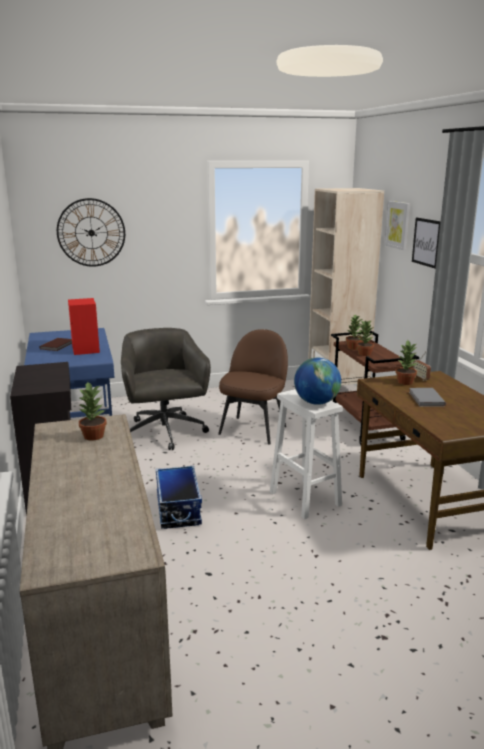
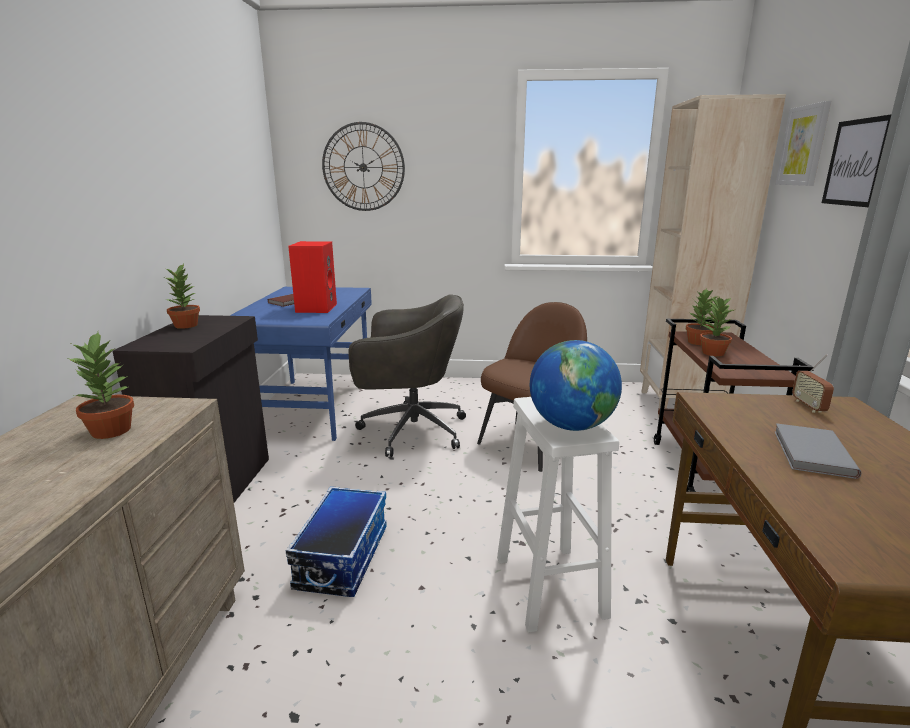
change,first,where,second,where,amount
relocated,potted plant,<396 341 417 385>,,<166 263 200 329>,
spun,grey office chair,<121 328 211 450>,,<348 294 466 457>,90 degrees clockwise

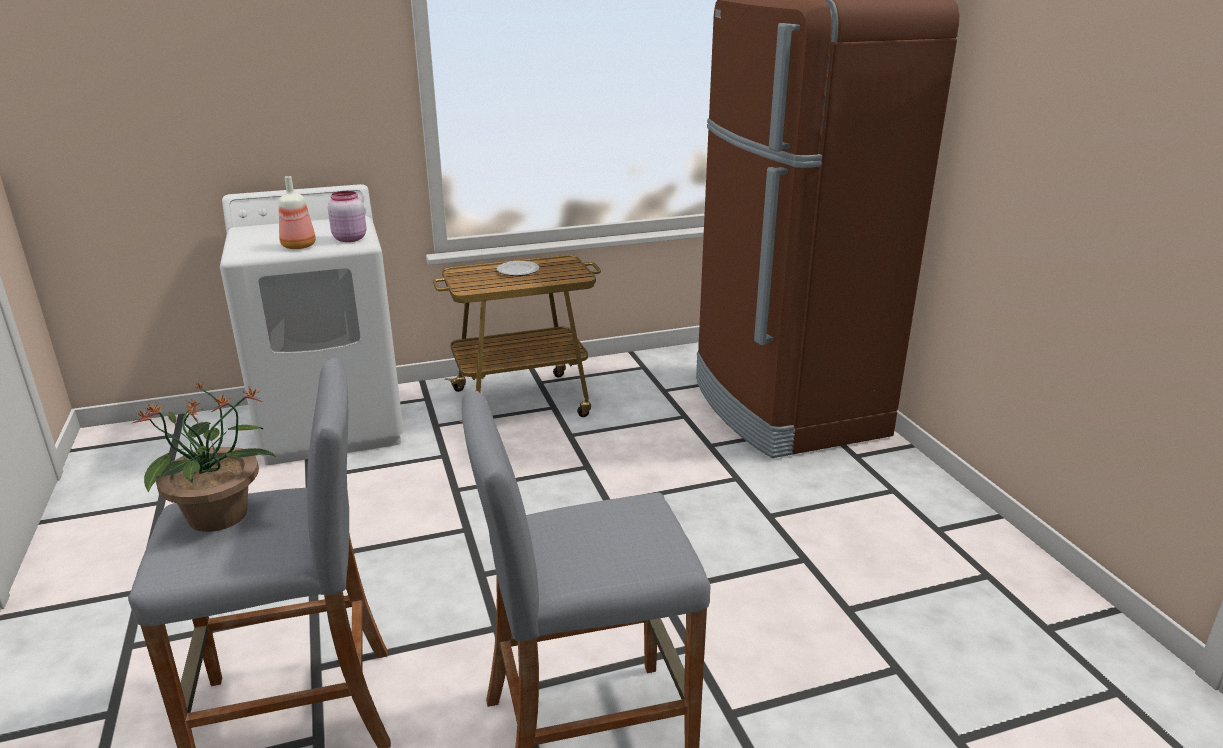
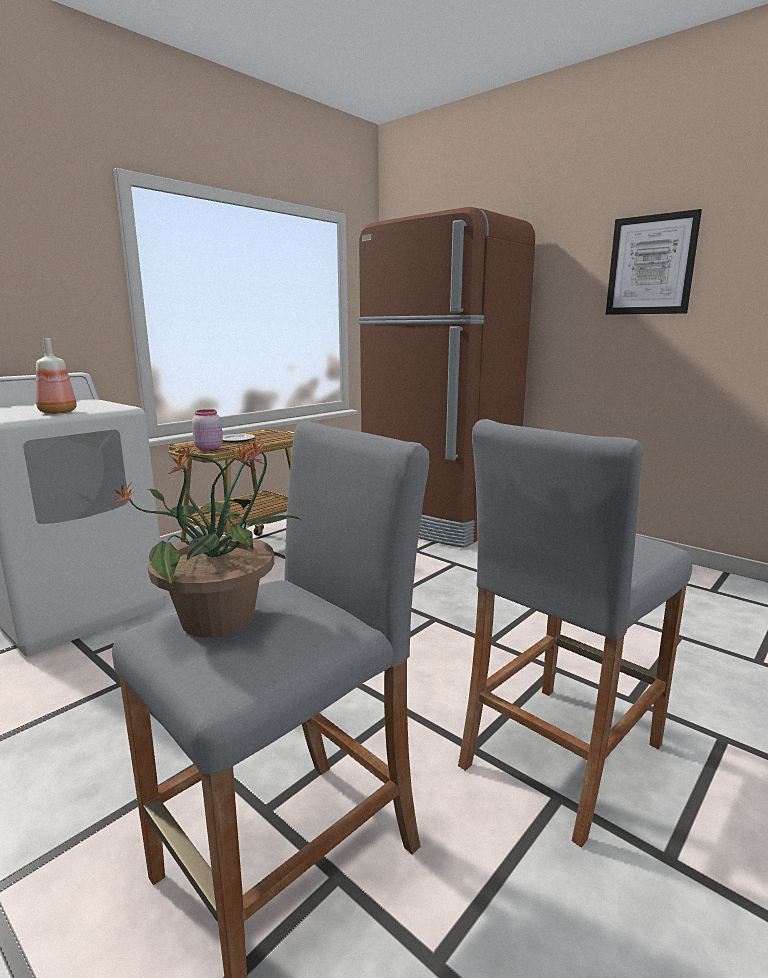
change,first,where,second,where,amount
relocated,pink jar,<328 191 366 242>,,<192 409 223 450>,
appeared,,,picture,<606 209 702 315>,

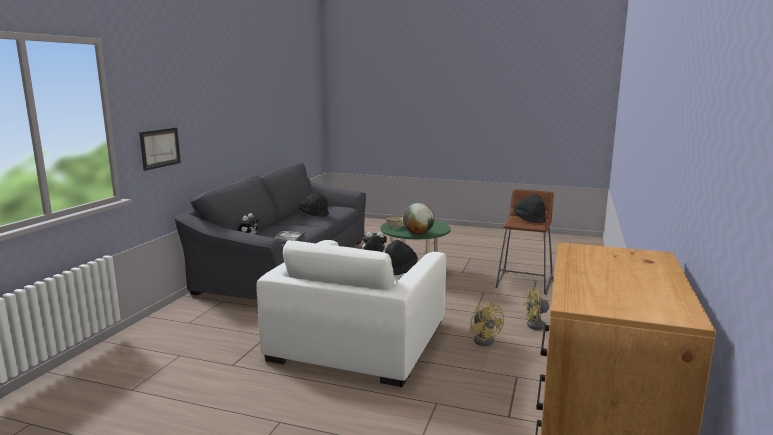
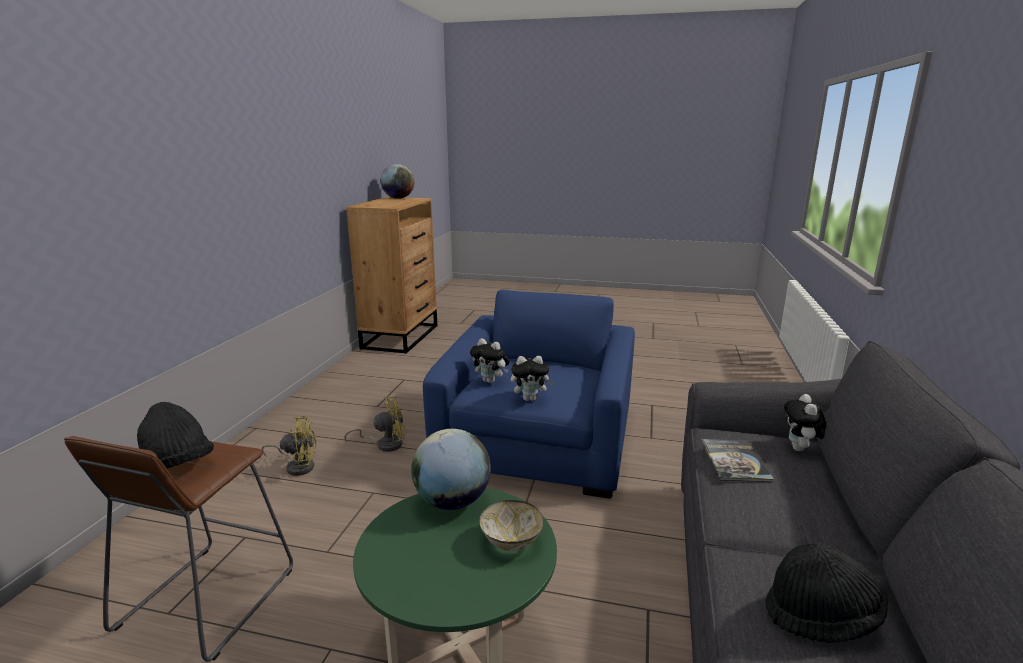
change,first,where,second,where,amount
spun,yellow fan,<470 301 504 346>,,<344 396 407 452>,90 degrees clockwise
appeared,,,globe,<380 164 414 199>,
colour,white armchair,<257 240 446 387>,blue armchair,<423 290 635 499>,
exchanged,black hat,<384 240 418 276>,plush toy,<470 338 510 383>,
missing,picture,<139 127 181 171>,,,

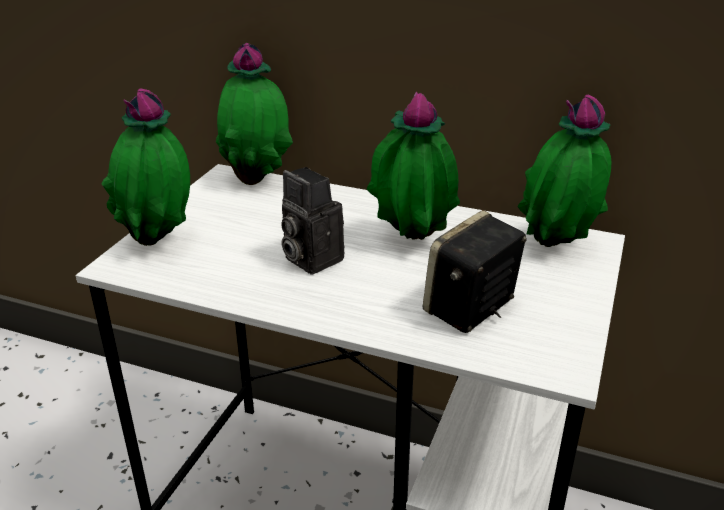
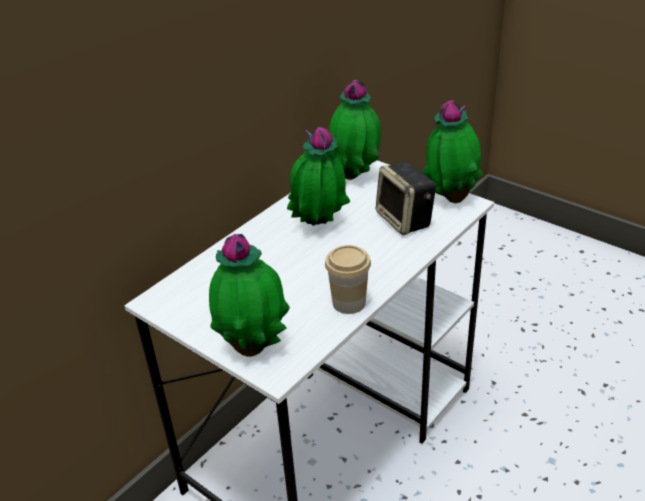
change,first,where,second,where,amount
appeared,,,cup,<325 245 371 314>,
relocated,potted plant,<216 43 293 185>,,<422 100 483 203>,
missing,photo camera,<281 167 345 274>,,,

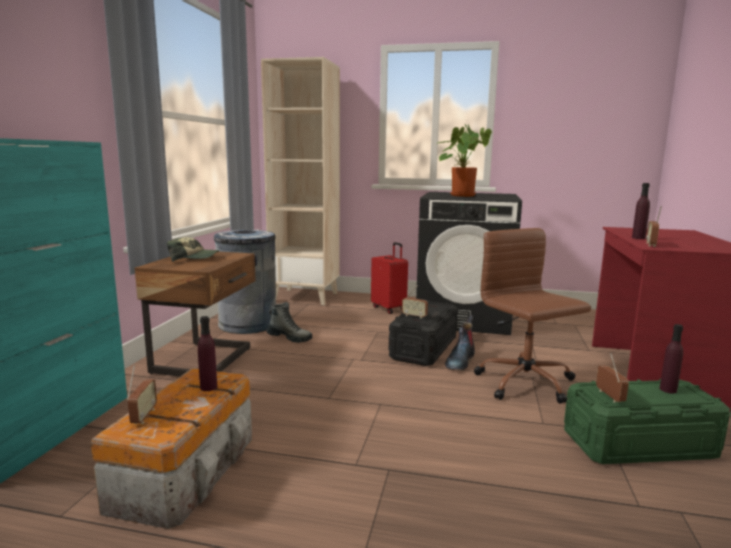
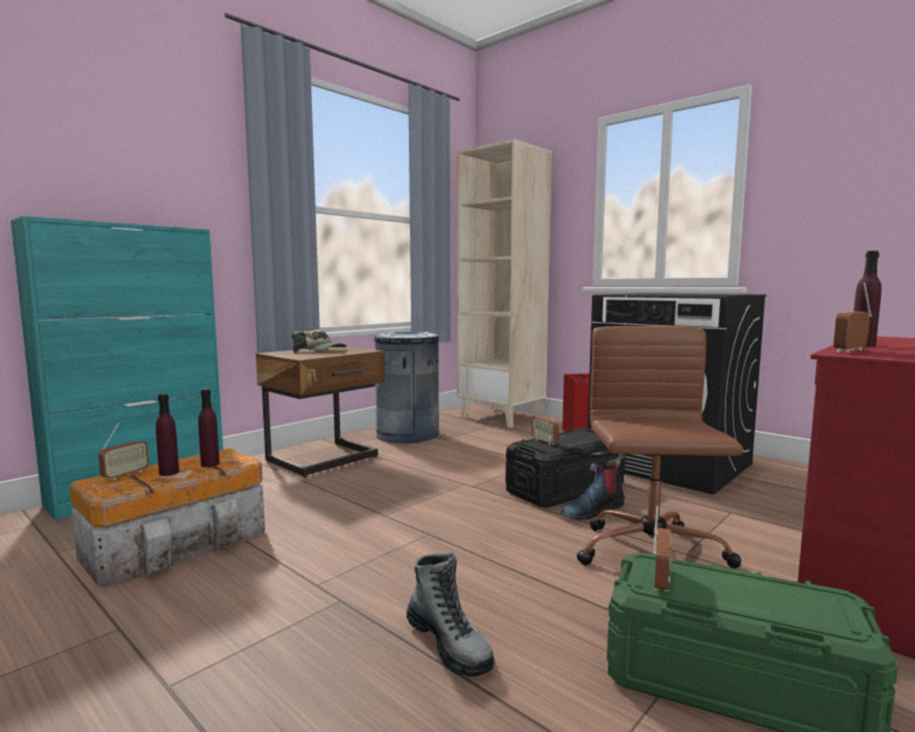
change,first,where,second,where,amount
relocated,purple bottle,<659 324 683 394>,,<156 394 179 476>,
relocated,boot,<266 302 312 343>,,<406 552 494 677>,
missing,potted plant,<435 124 492 197>,,,

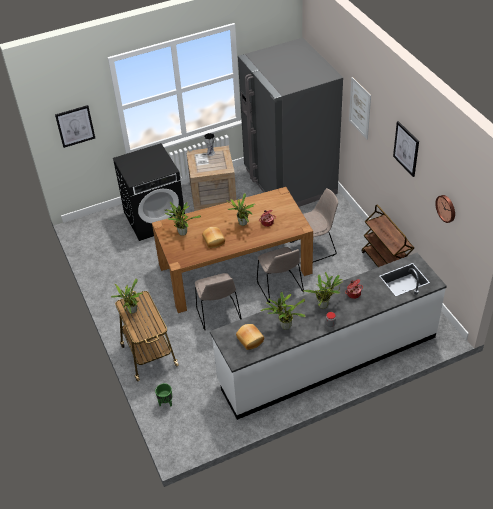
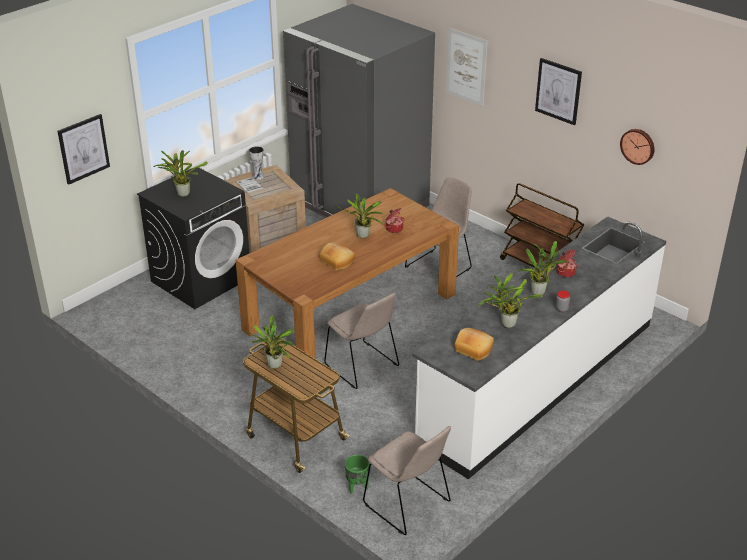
change,first,where,second,where,amount
relocated,potted plant,<164 202 201 236>,,<153 150 207 197>,
relocated,beige chair,<257 247 304 303>,,<363 426 451 535>,

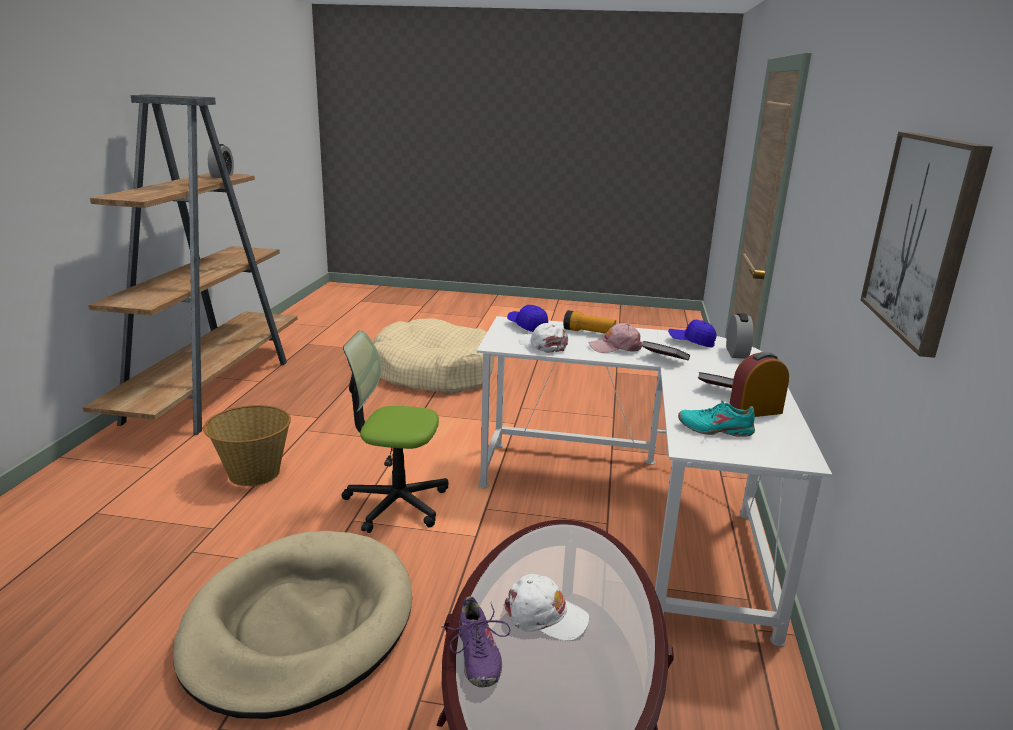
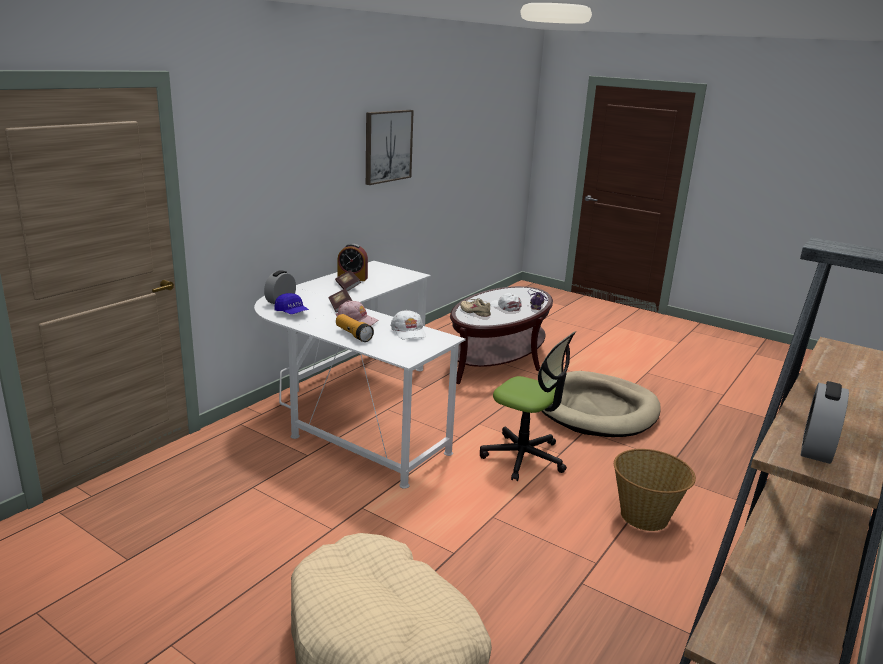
change,first,where,second,where,amount
appeared,,,beige shoe,<460 298 491 317>,
missing,blue cap,<507 305 548 332>,,,
missing,turquoise shoe,<678 401 755 437>,,,

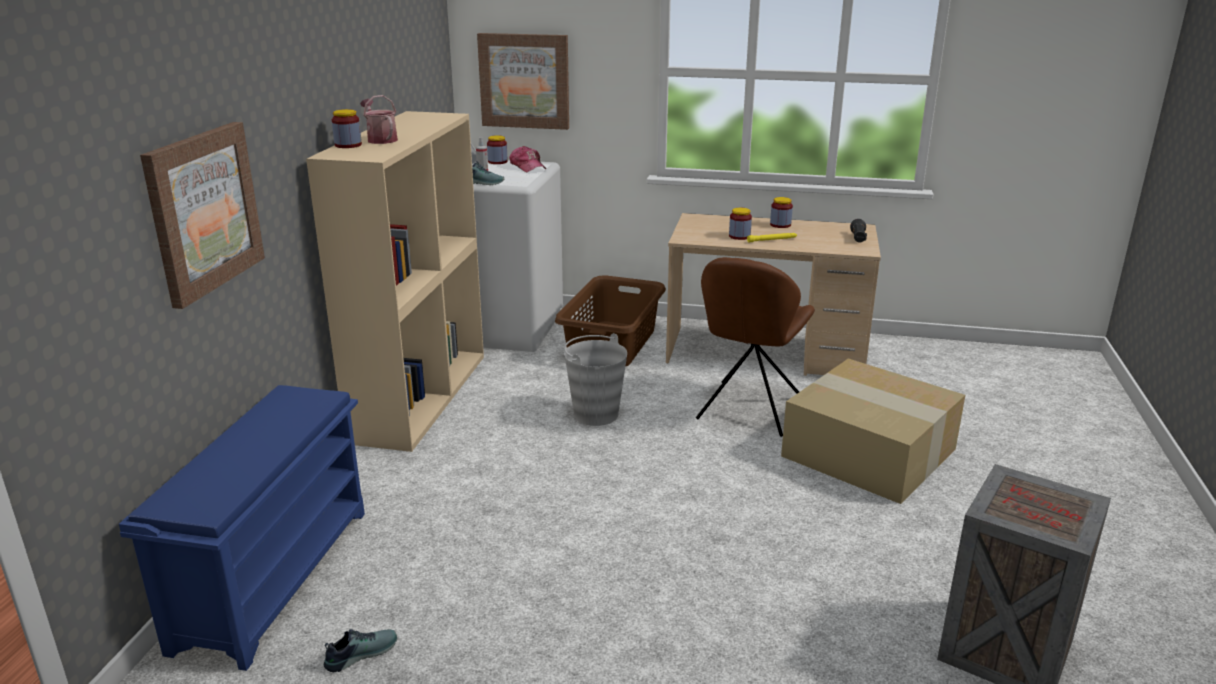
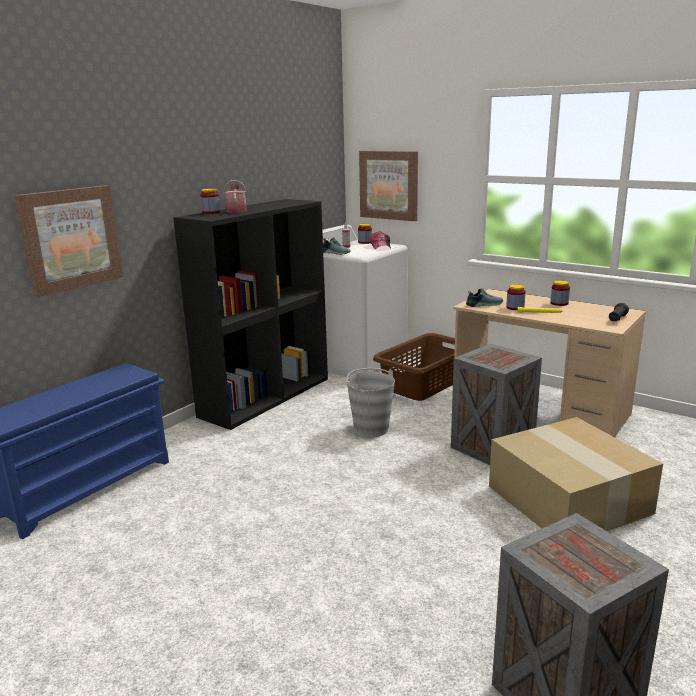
change,first,where,second,where,amount
colour,beige bookcase,<306 111 484 452>,black bookcase,<173 199 328 430>,
exchanged,brown chair,<696 257 815 437>,crate,<451 344 542 465>,
relocated,shoe,<324 629 397 672>,,<466 288 503 307>,

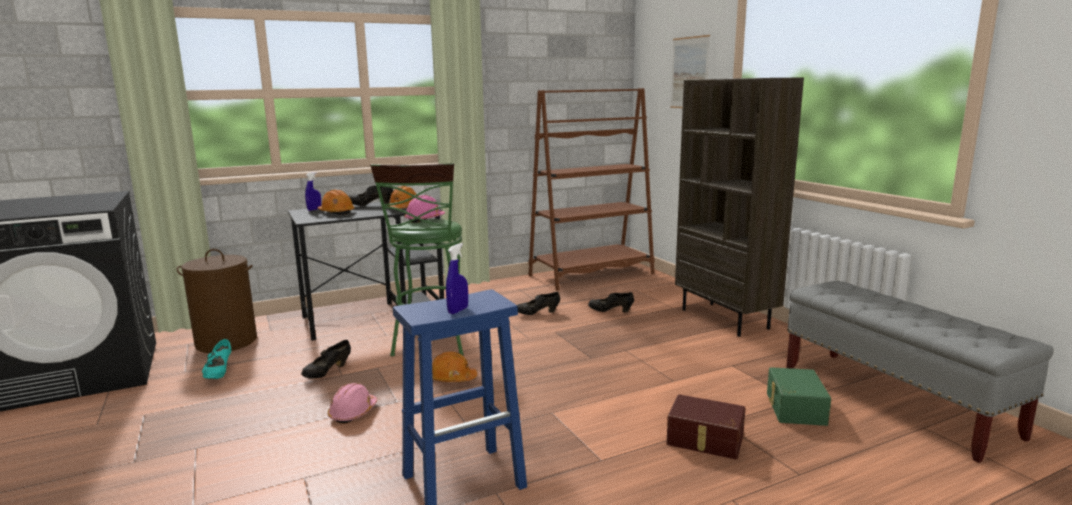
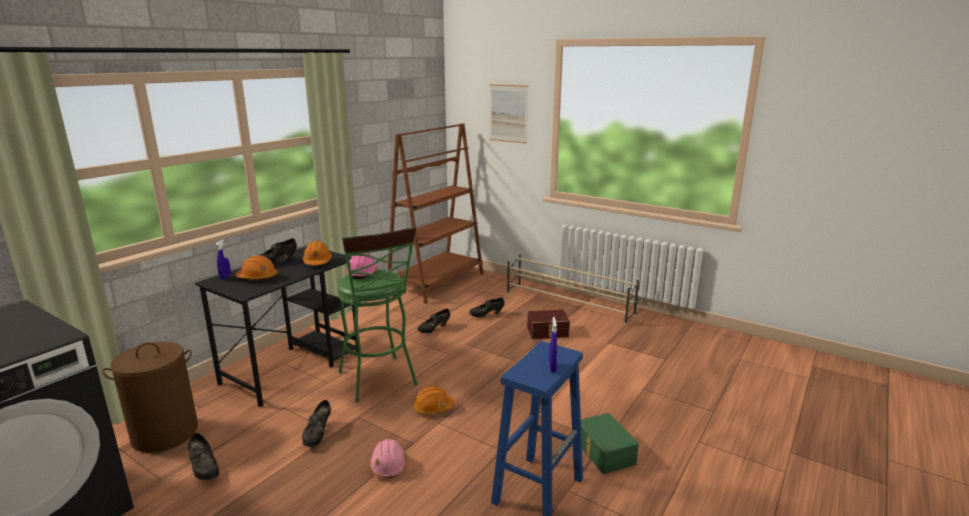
change,first,where,second,where,amount
colour,turquoise shoe,<202 339 231 379>,black shoe,<188 433 219 480>,
exchanged,brown bookcase,<675 77 804 337>,beige shoe rack,<507 253 639 326>,
relocated,brown storage box,<667 394 745 459>,,<527 310 570 339>,
relocated,green storage box,<767 367 831 426>,,<581 413 639 474>,
missing,grey bench,<786 281 1054 463>,,,

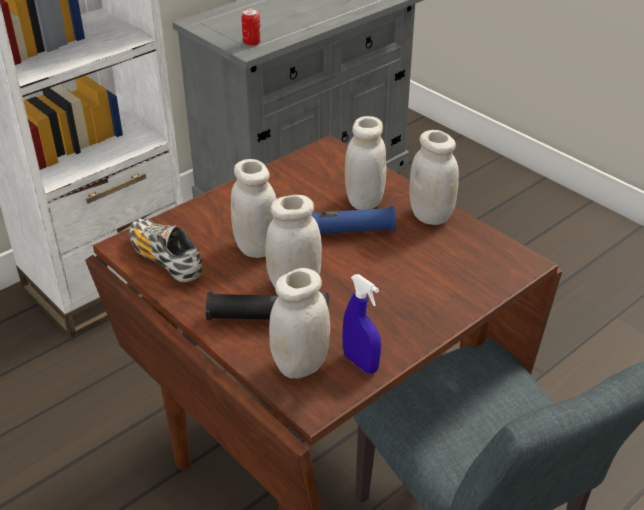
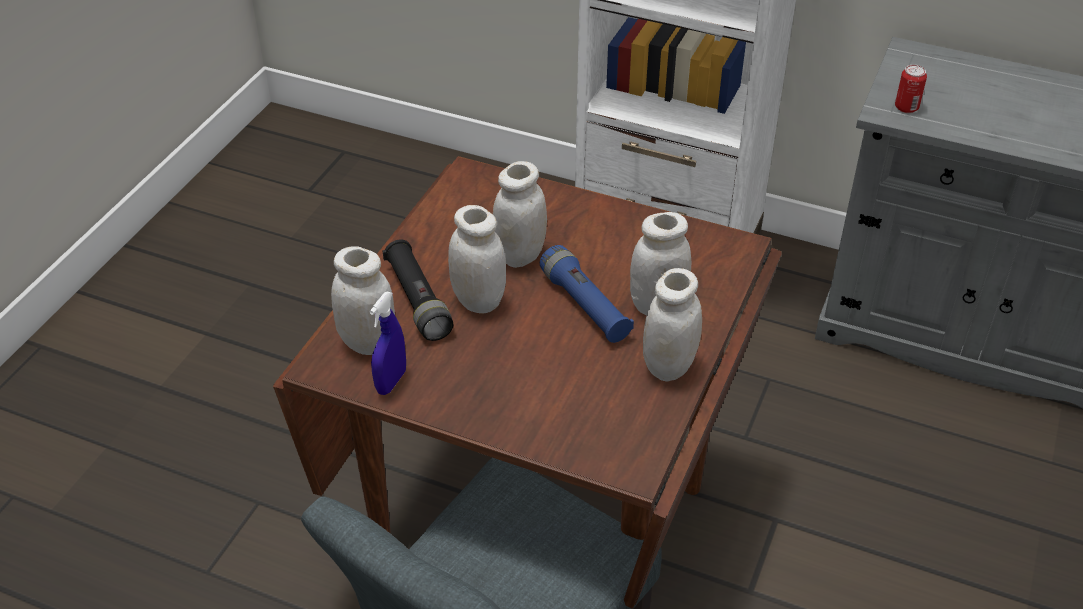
change,first,where,second,where,amount
missing,shoe,<129 218 202 282>,,,

